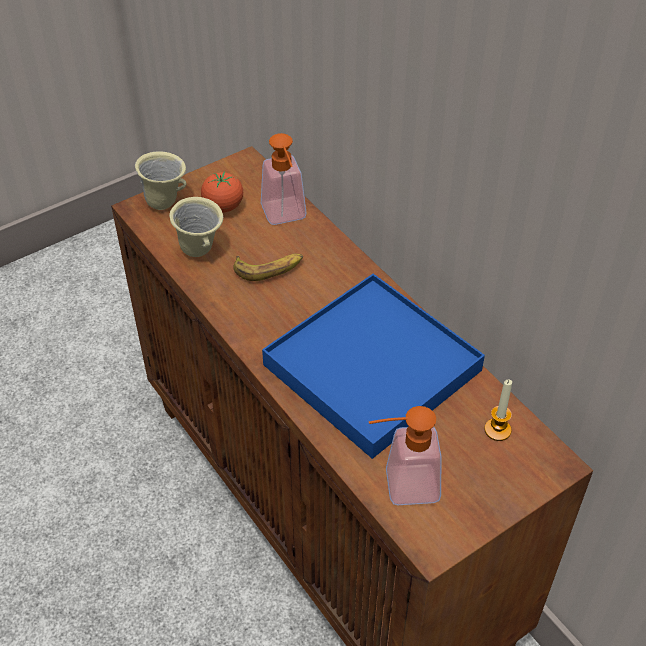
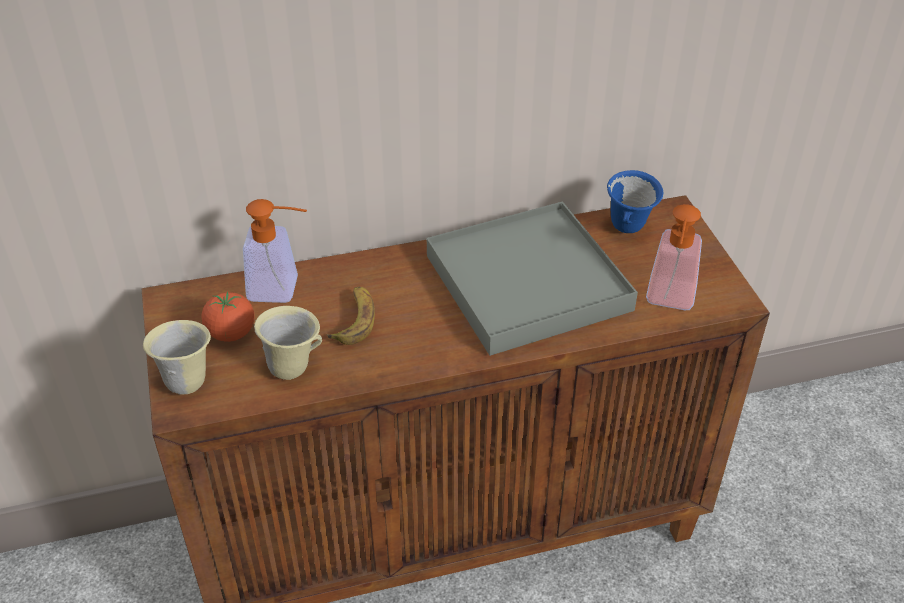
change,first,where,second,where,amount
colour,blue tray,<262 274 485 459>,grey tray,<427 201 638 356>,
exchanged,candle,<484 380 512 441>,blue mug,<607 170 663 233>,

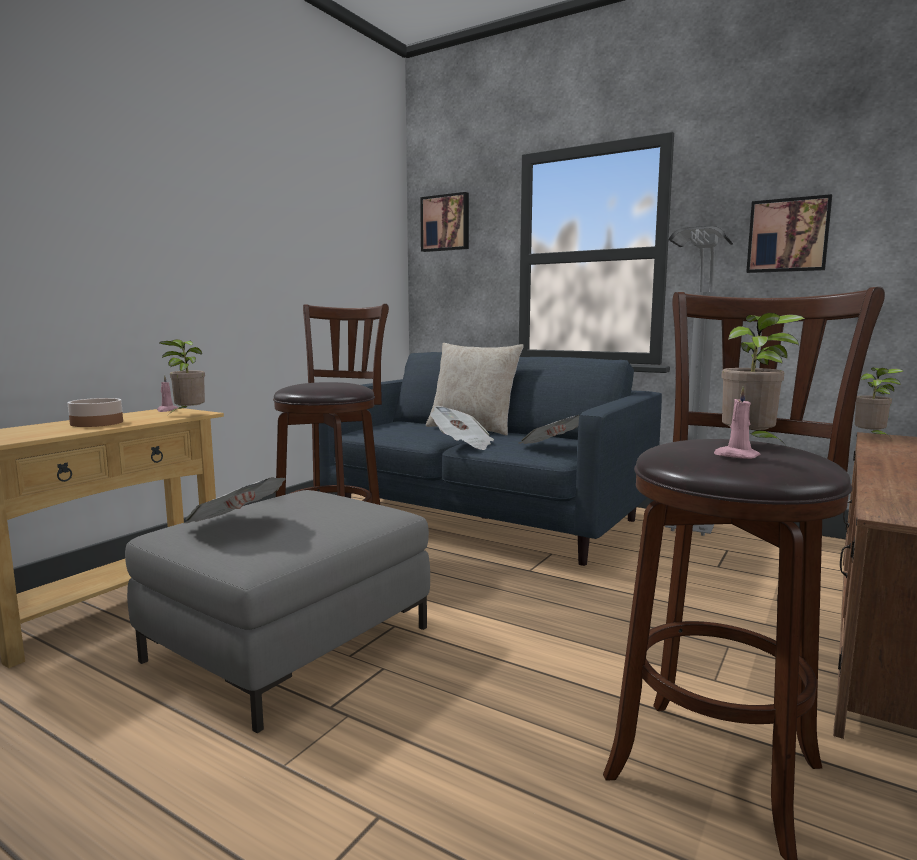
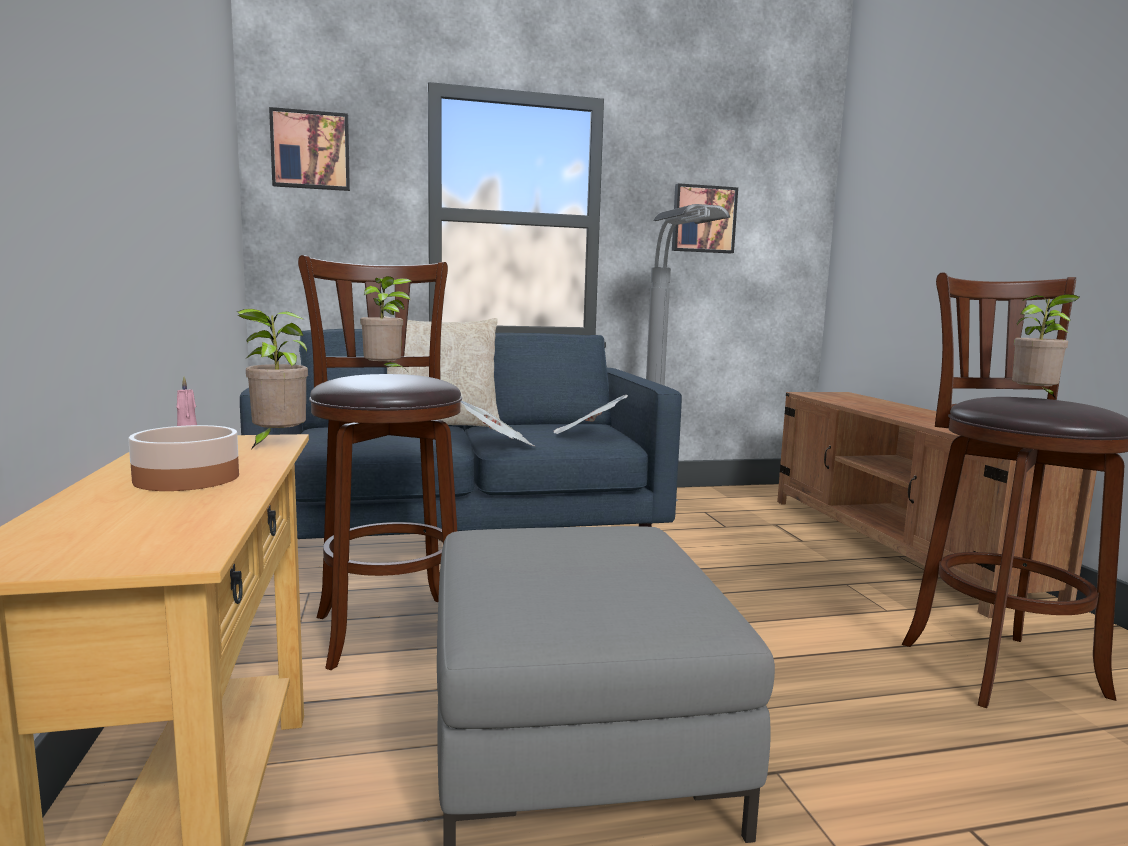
change,first,where,second,where,amount
relocated,potted plant,<855 367 904 439>,,<360 276 412 373>,
missing,newspaper,<184 477 286 523>,,,
missing,pink candle,<714 386 760 459>,,,

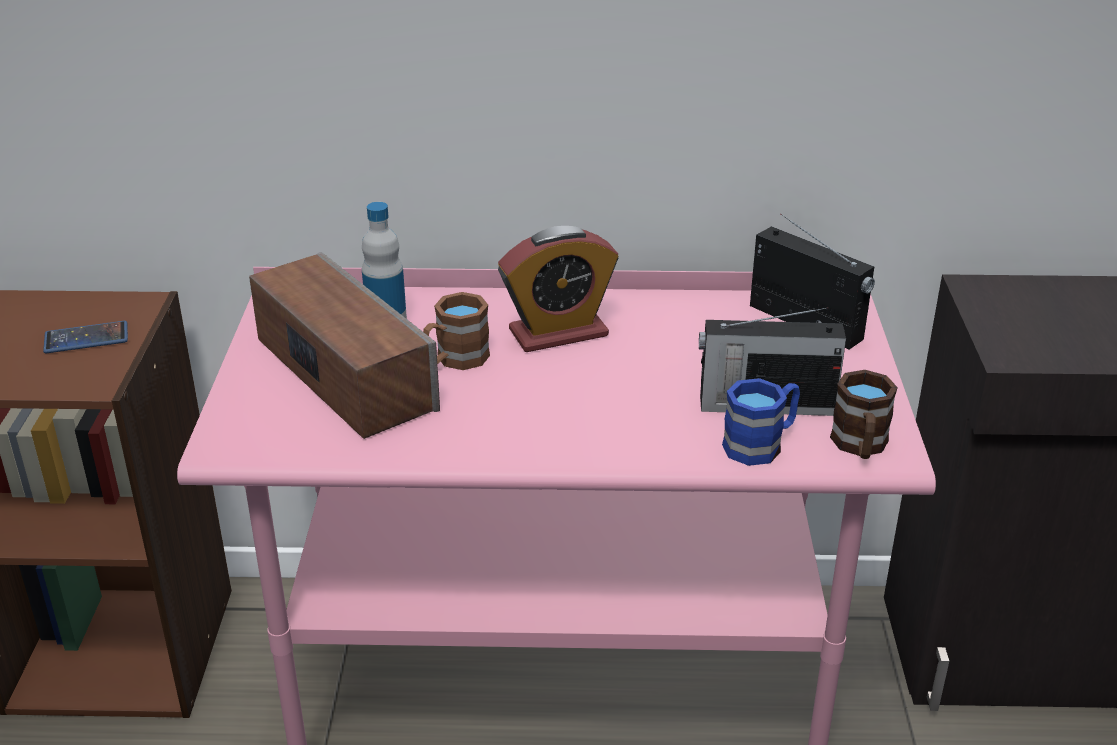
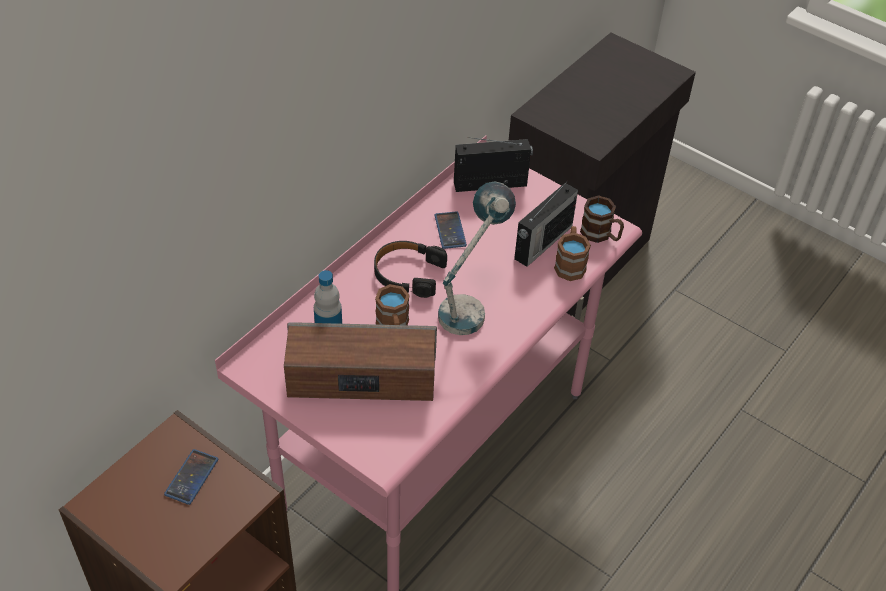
change,first,where,second,where,amount
exchanged,alarm clock,<498 226 618 352>,black headphones,<374 241 447 298>,
appeared,,,phone,<435 211 467 249>,
appeared,,,table lamp,<438 181 516 335>,
colour,blue mug,<722 378 800 466>,brown mug,<554 226 591 281>,

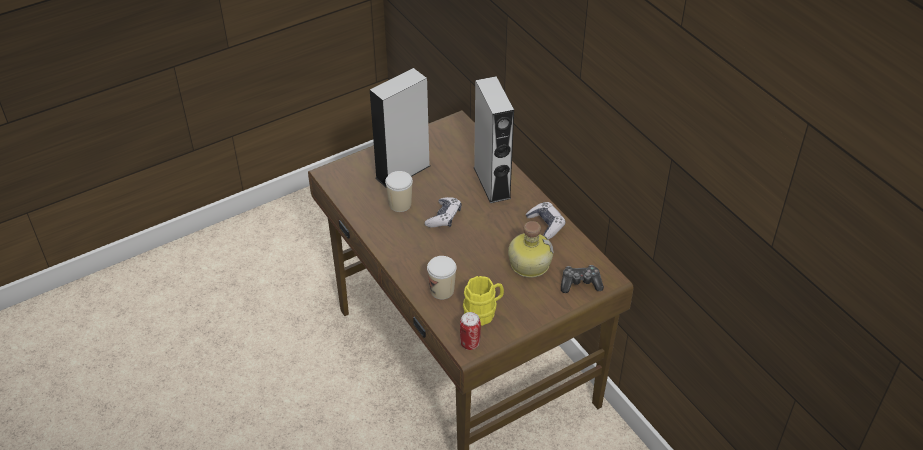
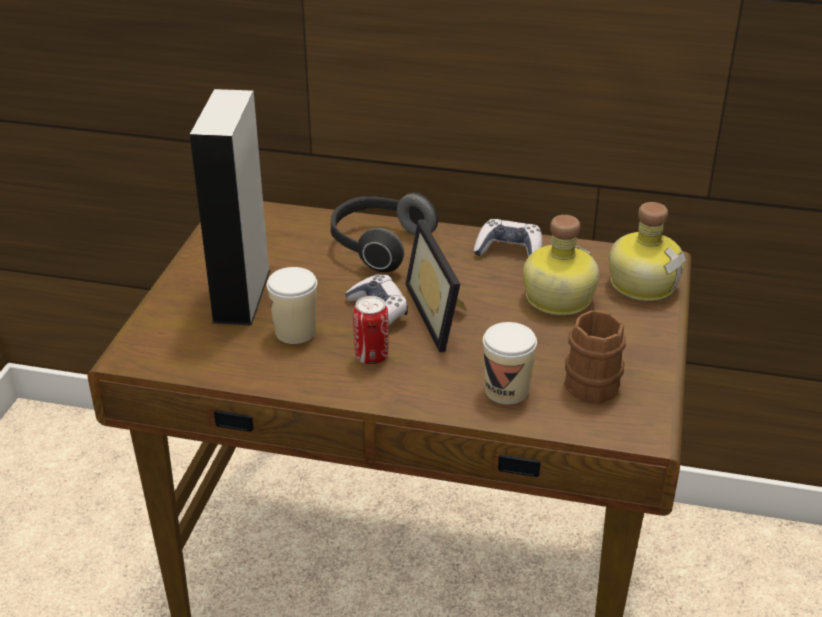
change,first,where,second,where,amount
exchanged,grey speaker,<474 76 514 203>,headphones,<331 193 438 272>,
relocated,can,<460 312 481 350>,,<353 296 389 365>,
appeared,,,picture frame,<405 220 467 352>,
colour,yellow mug,<463 276 504 326>,brown mug,<565 310 626 404>,
exchanged,game controller,<561 265 604 293>,bottle,<609 202 686 301>,

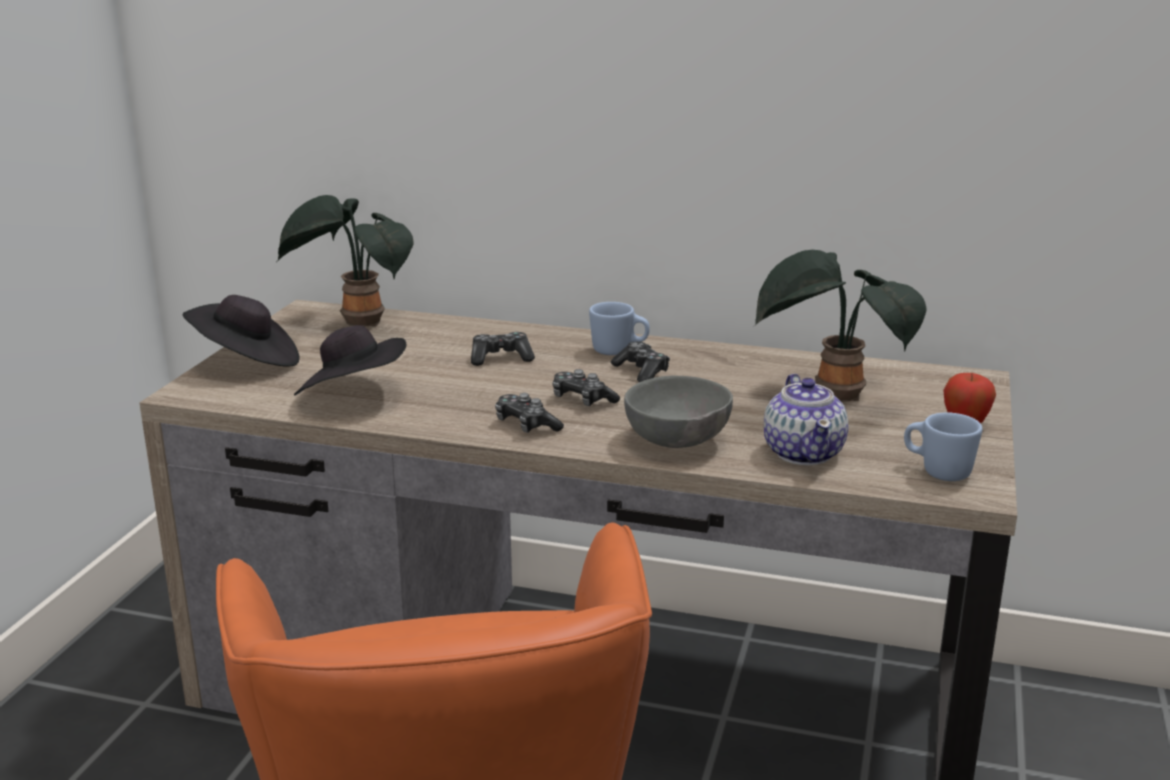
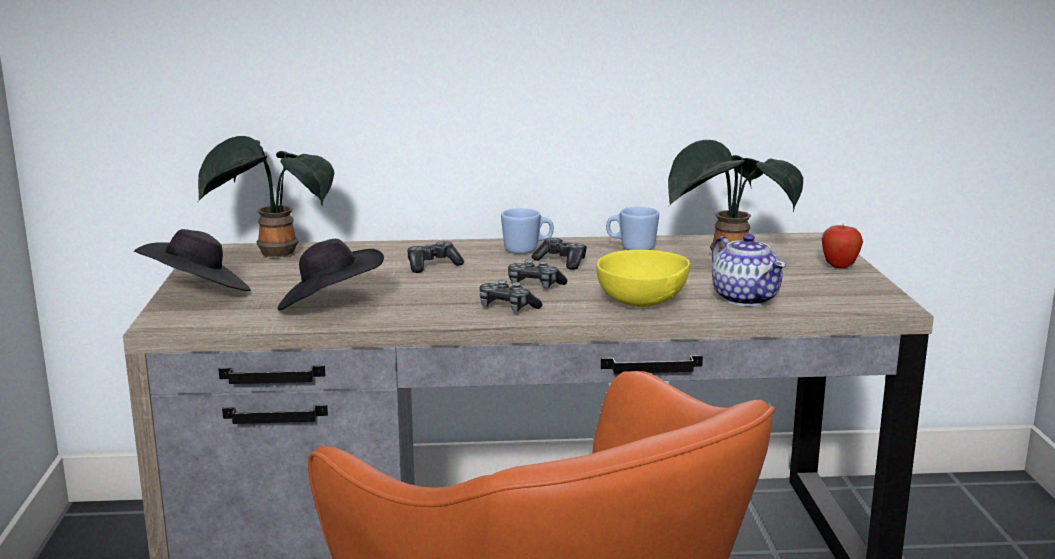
change,first,where,second,where,amount
colour,grey bowl,<624 376 733 448>,yellow bowl,<596 250 690 307>,
relocated,blue mug,<904 412 982 481>,,<606 207 659 250>,

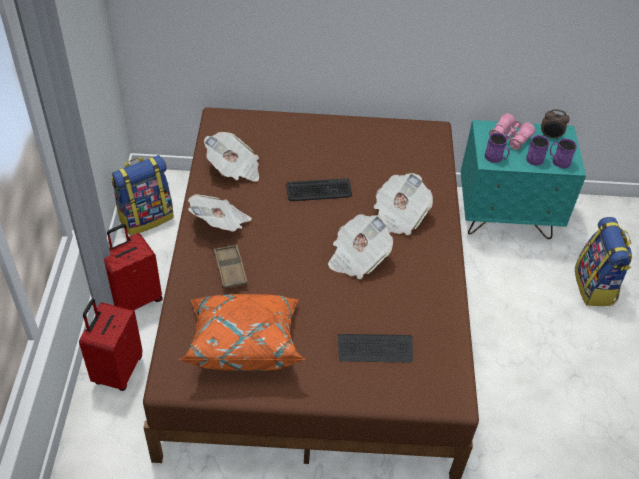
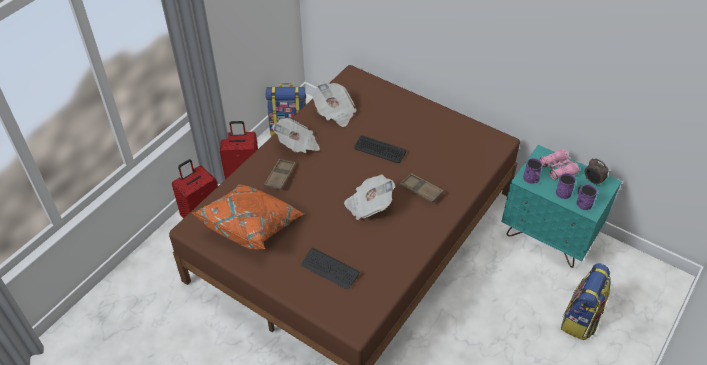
change,first,where,second,where,amount
exchanged,newspaper,<374 173 433 235>,brown tray,<400 173 444 203>,

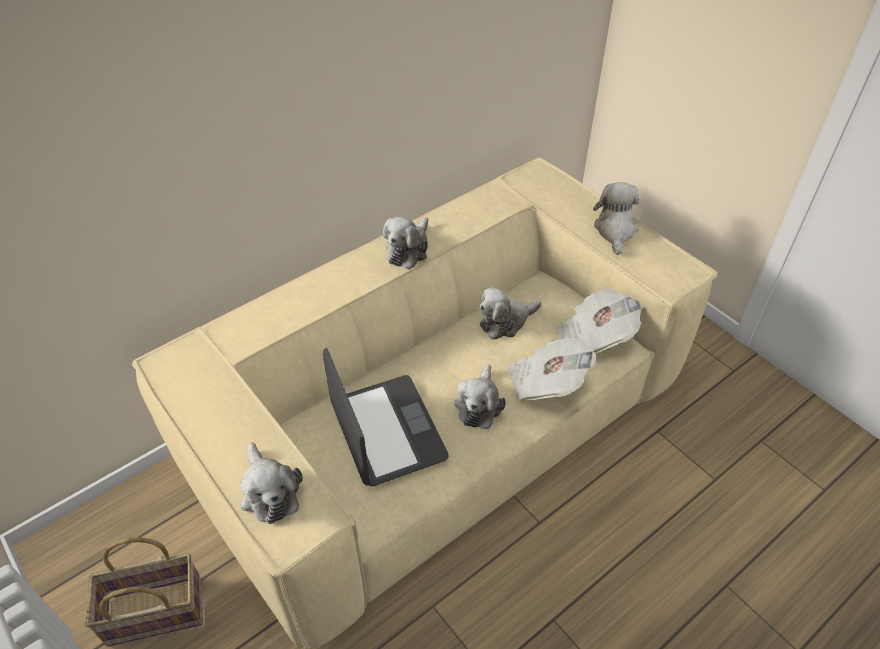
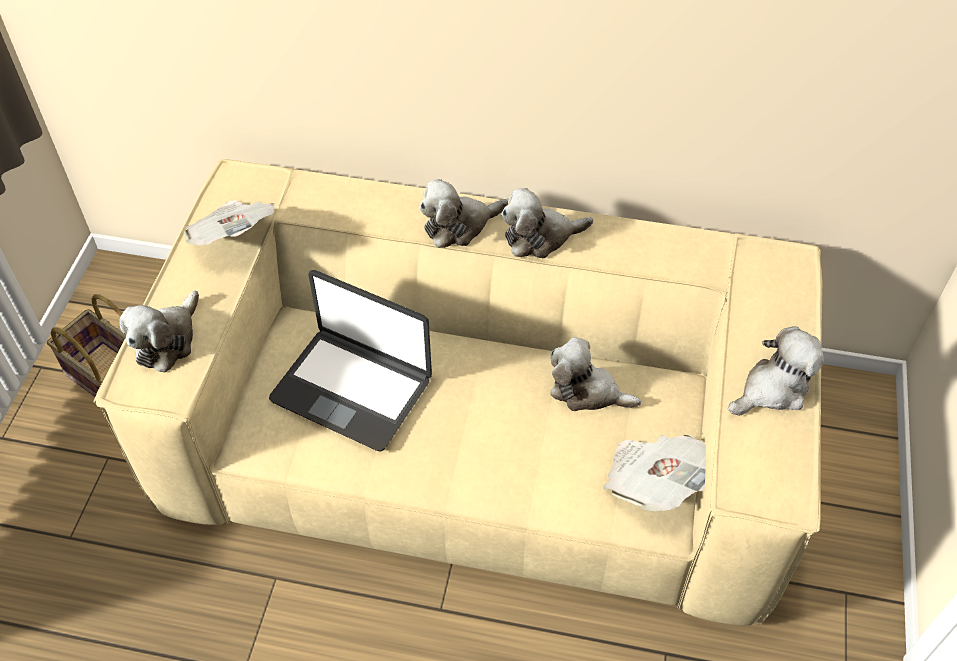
change,first,where,second,where,amount
relocated,newspaper,<508 338 596 400>,,<183 200 275 245>,
spun,laptop,<323 348 449 486>,,<269 270 432 452>,90 degrees clockwise
relocated,plush toy,<454 364 506 429>,,<419 179 508 248>,

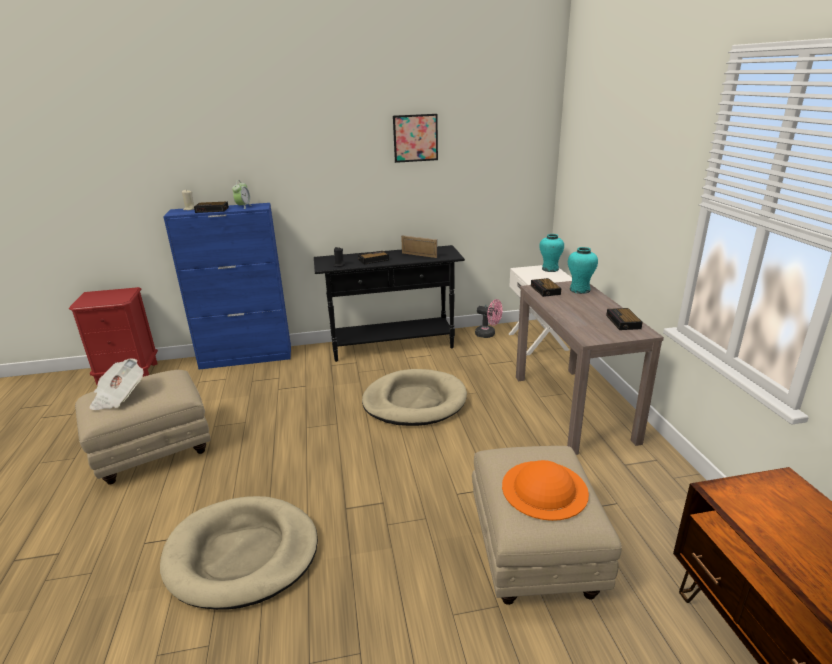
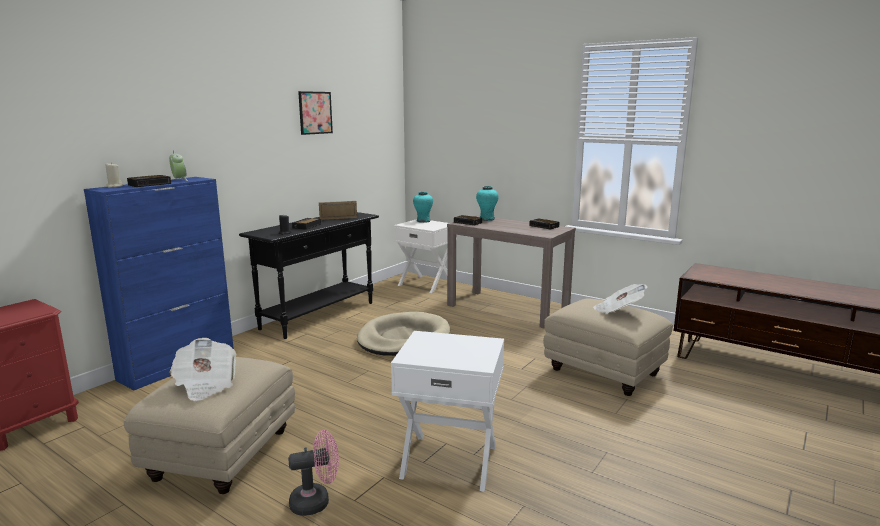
change,first,where,second,where,amount
relocated,pink fan,<475 299 503 338>,,<288 430 339 516>,
exchanged,beige dog bed,<160 496 318 610>,white side table,<391 331 504 492>,
exchanged,orange hat,<502 460 589 521>,newspaper,<593 284 648 314>,

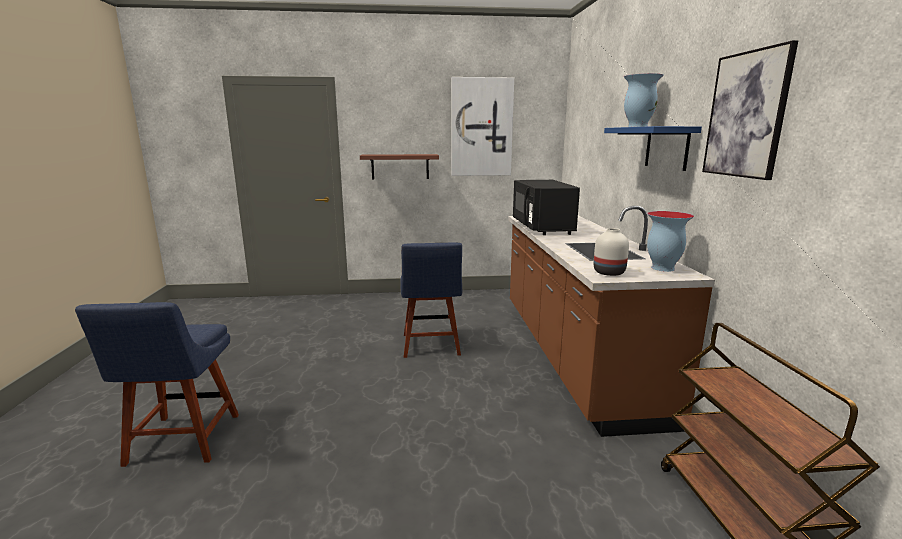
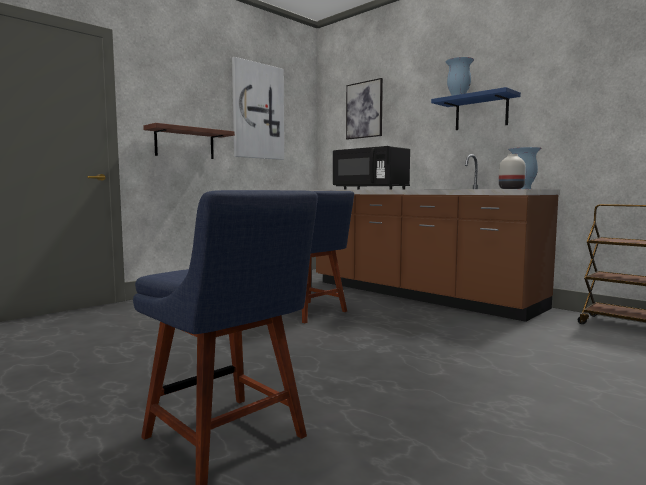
change,first,where,second,where,amount
relocated,picture,<702 40 798 180>,,<346 78 383 140>,

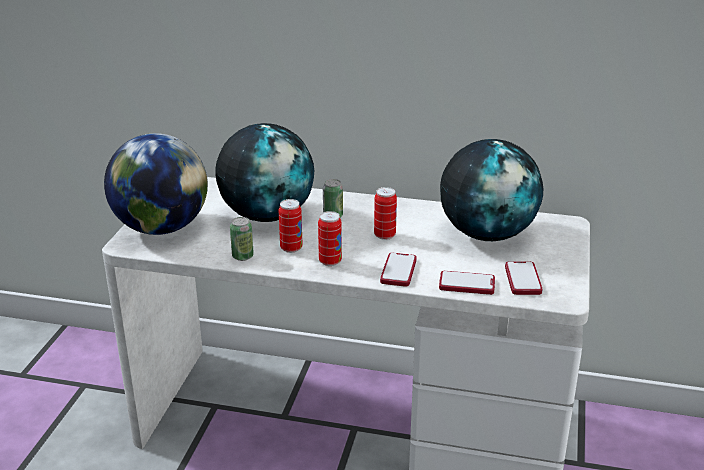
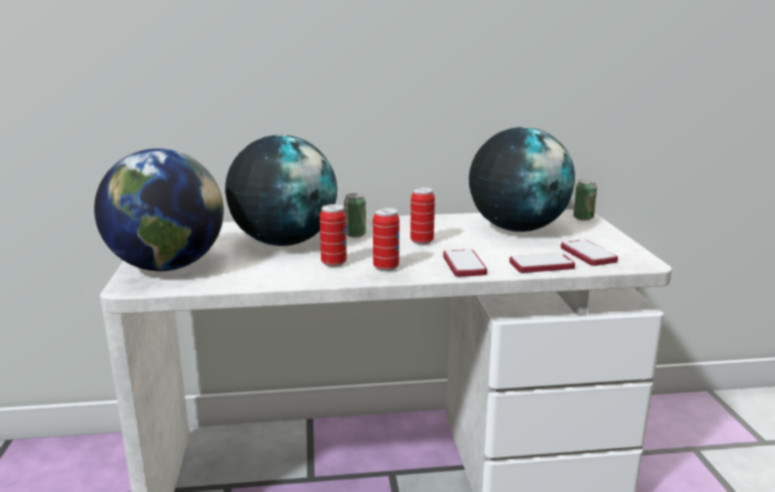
change,first,where,second,where,amount
relocated,can,<230 217 254 261>,,<573 179 597 221>,

